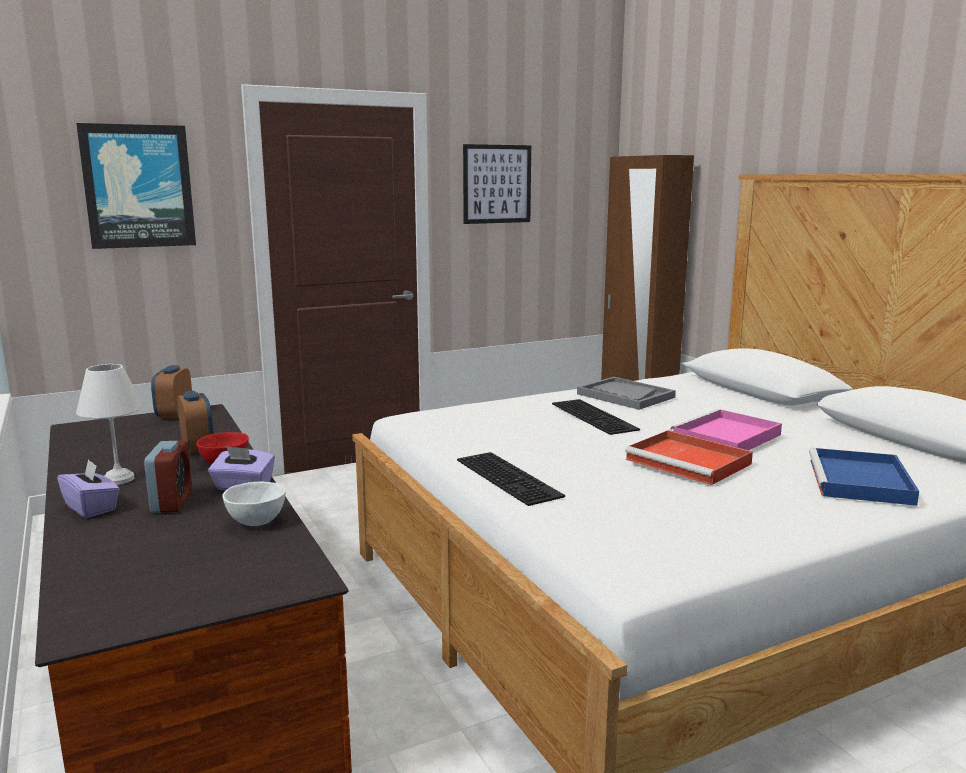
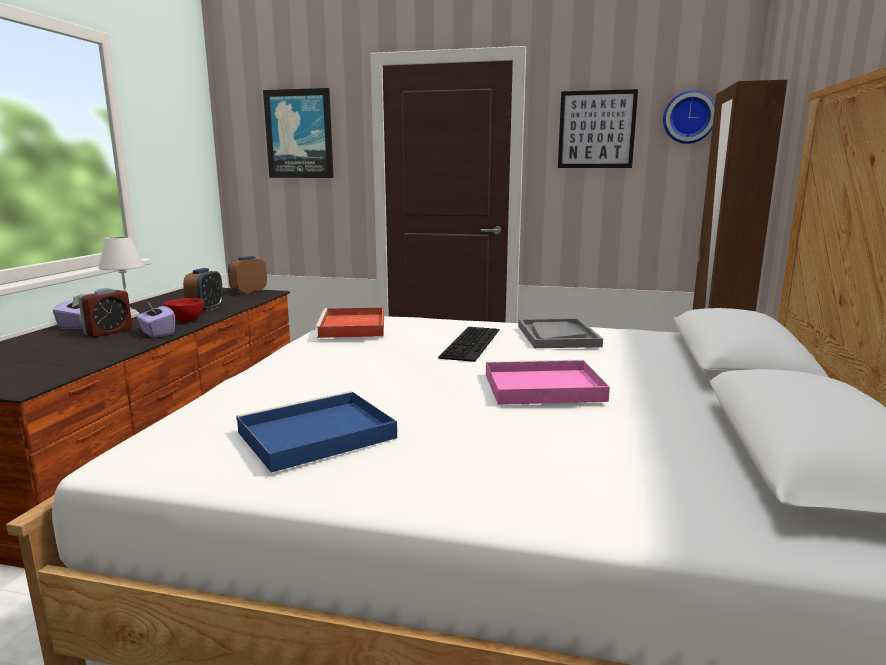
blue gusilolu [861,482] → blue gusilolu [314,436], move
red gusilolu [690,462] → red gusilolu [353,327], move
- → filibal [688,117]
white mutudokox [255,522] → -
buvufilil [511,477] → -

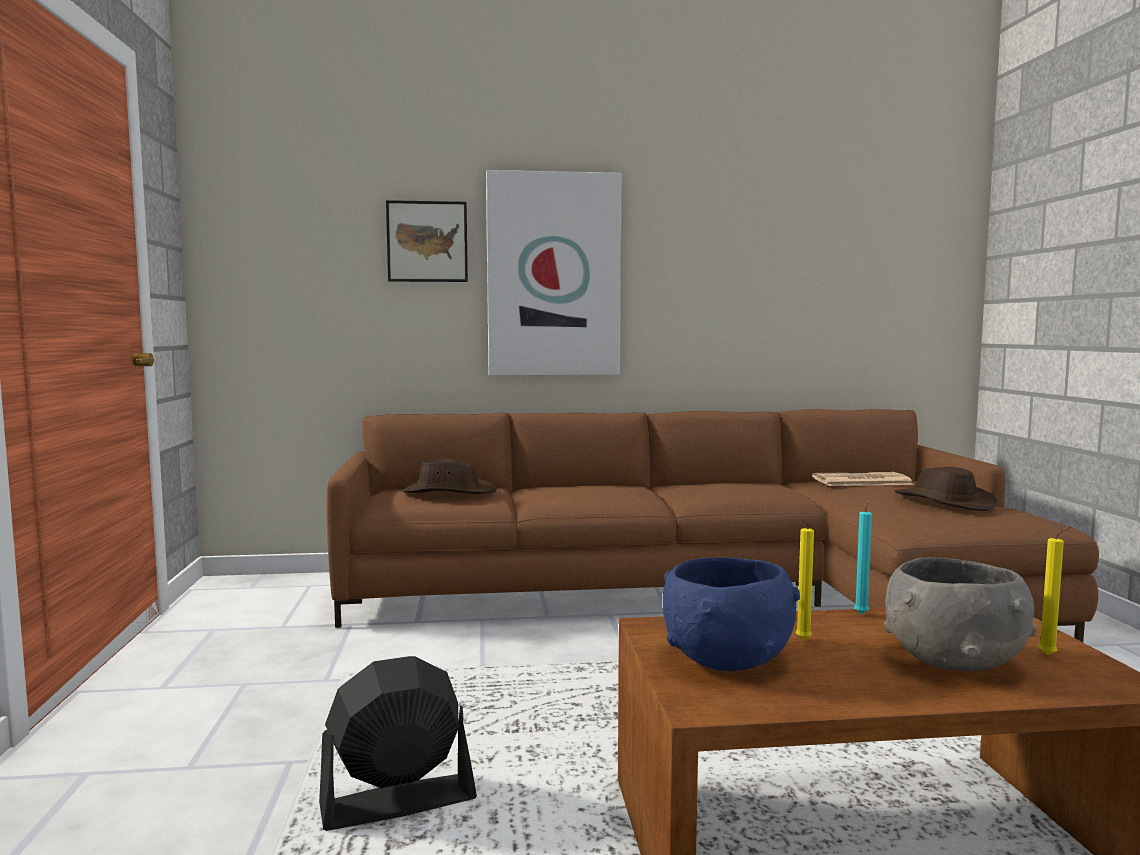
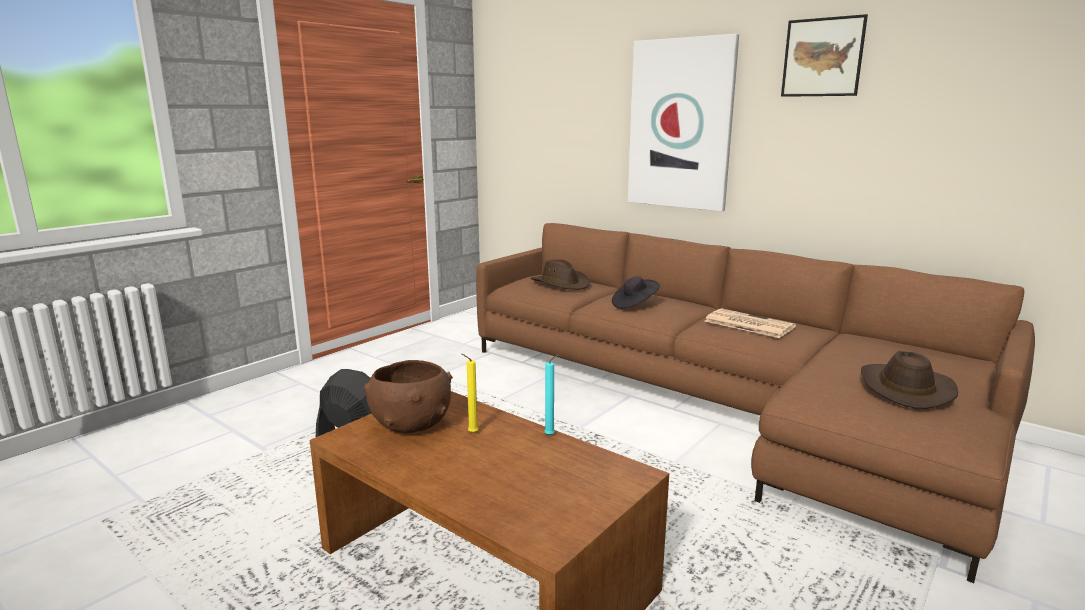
blue mutudokox [726,660] → brown mutudokox [411,425]
- → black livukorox [634,304]
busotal [860,481] → busotal [747,324], move
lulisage [427,241] → lulisage [822,57], move
grey mutudokox [952,661] → -
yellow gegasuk [1050,655] → -

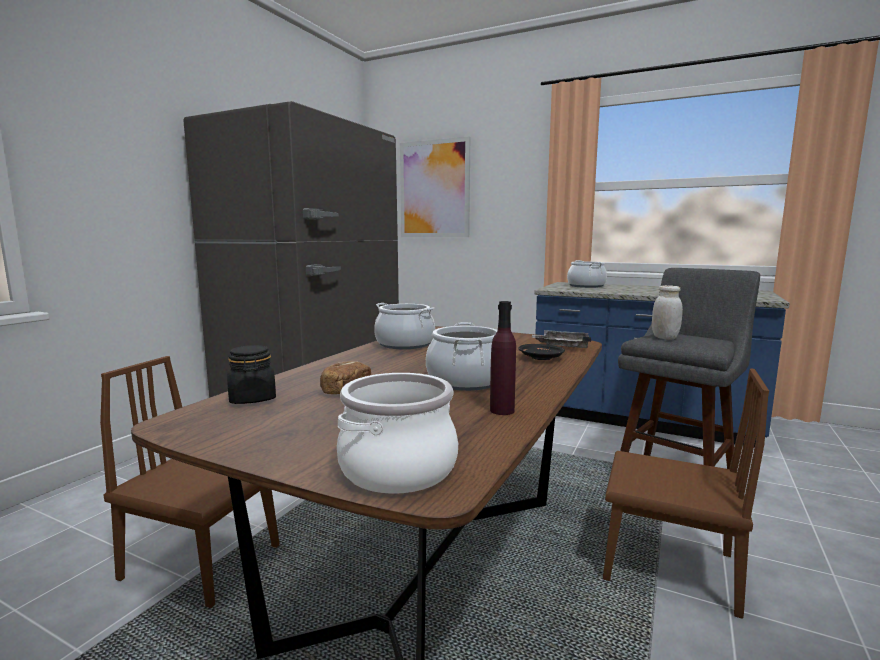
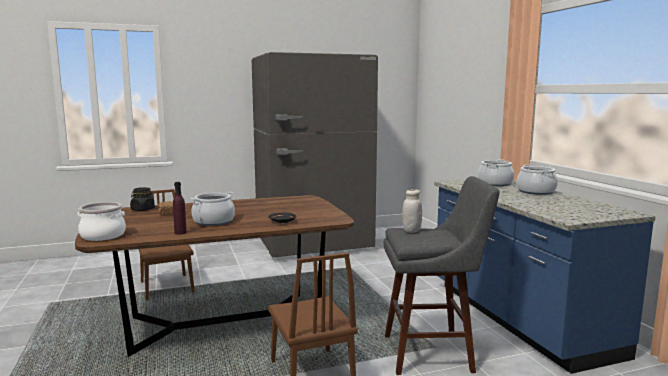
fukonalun [405,344] → fukonalun [536,192], move
lulisage [434,189] → -
grey gusilolu [563,346] → -

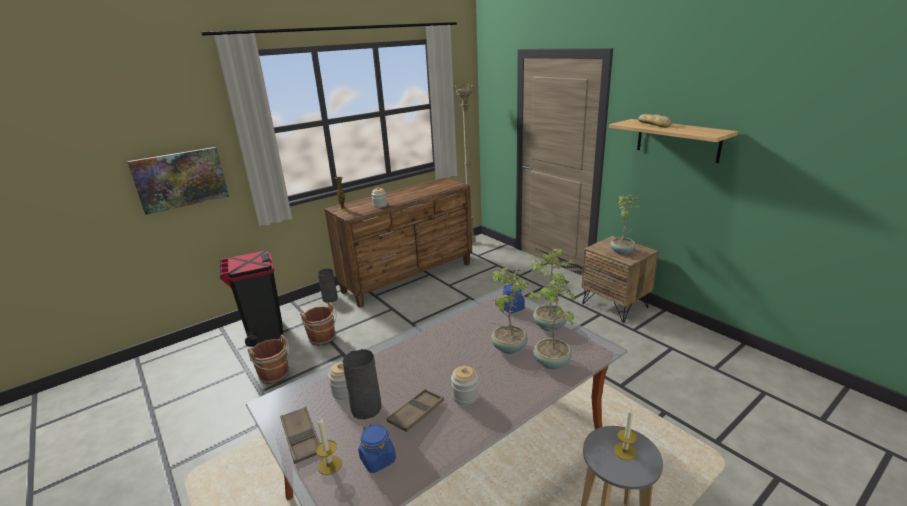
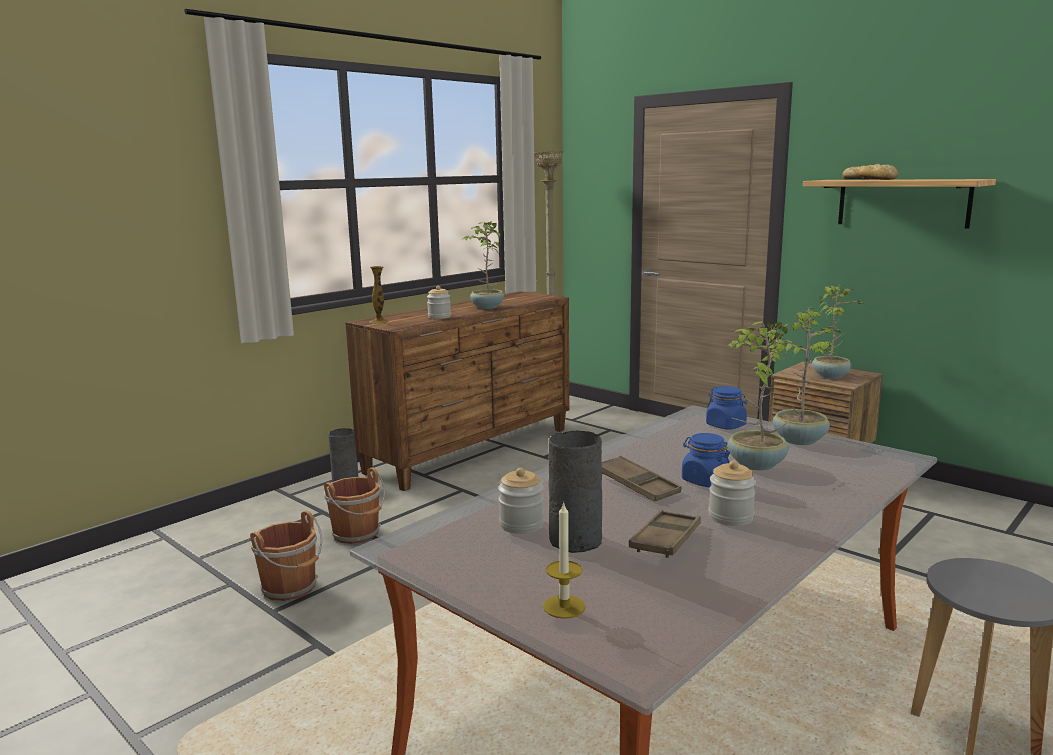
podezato [551,363] → podezato [486,307], move
brown gusilolu [301,437] → brown gusilolu [636,485], move
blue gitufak [377,459] → blue gitufak [705,481], move
lulisage [180,179] → -
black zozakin [264,332] → -
gegasuk [624,451] → -

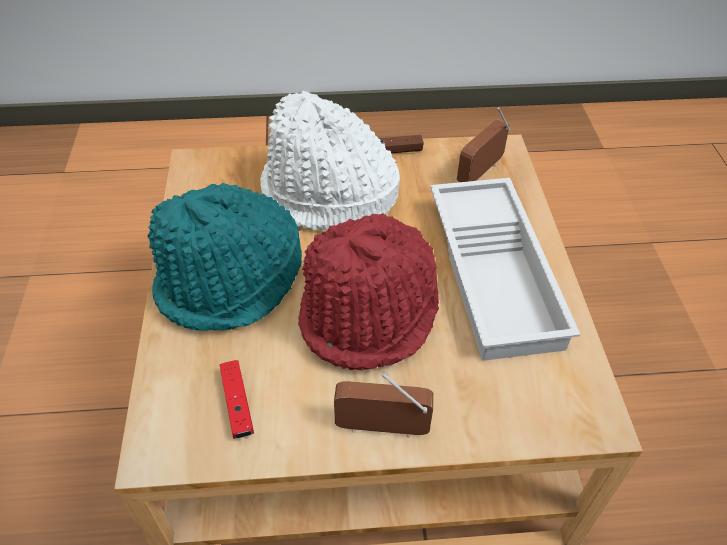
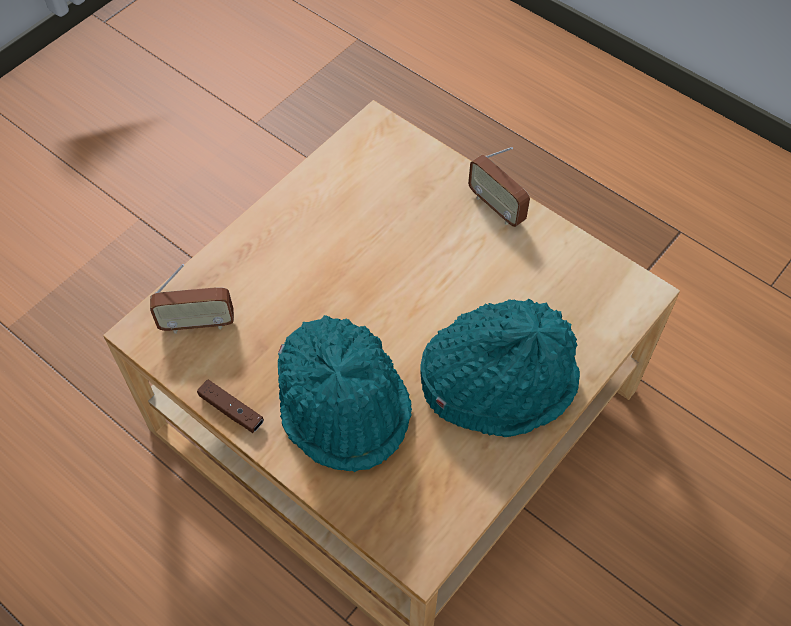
white livukorox [328,196] → turquoise livukorox [344,405]
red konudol [237,404] → -
red livukorox [371,312] → -
white gusilolu [497,274] → -

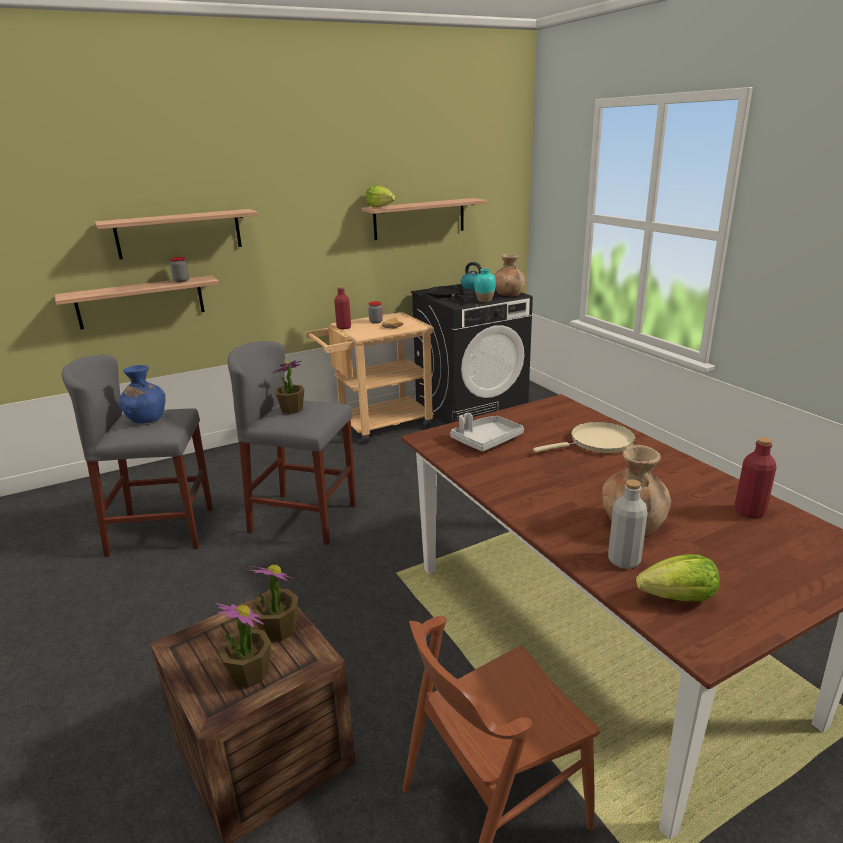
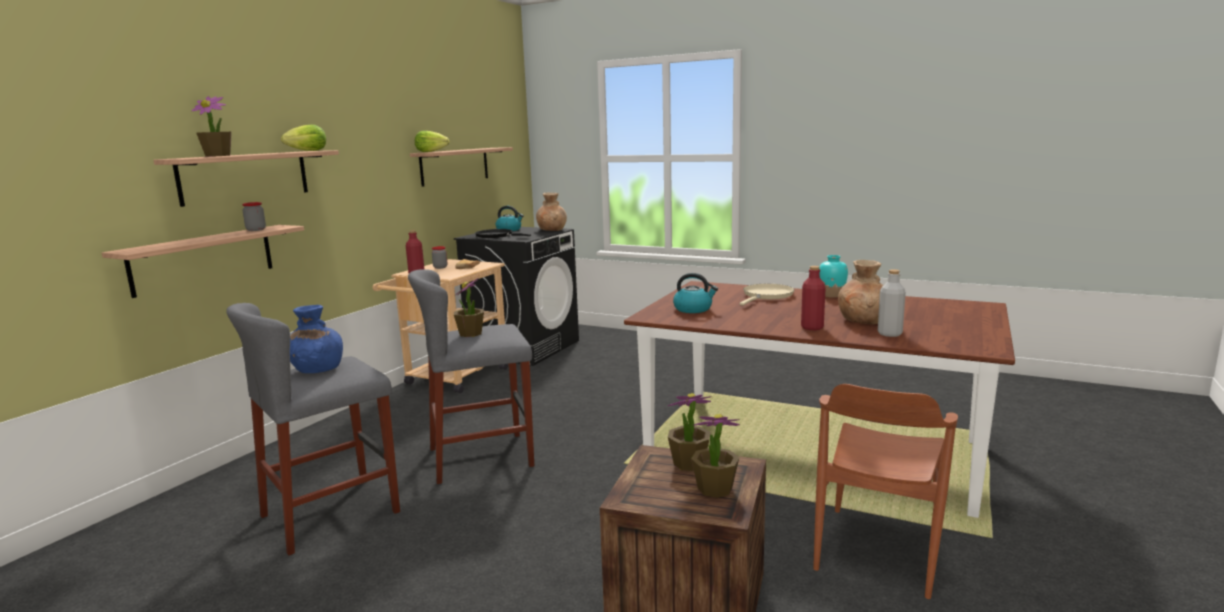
- → podezato [218,156]
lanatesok [678,598] → lanatesok [308,151], move
grey gusilolu [486,440] → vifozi [693,309]
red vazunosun [749,511] → red vazunosun [812,327], move
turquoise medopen [485,300] → turquoise medopen [832,295], move

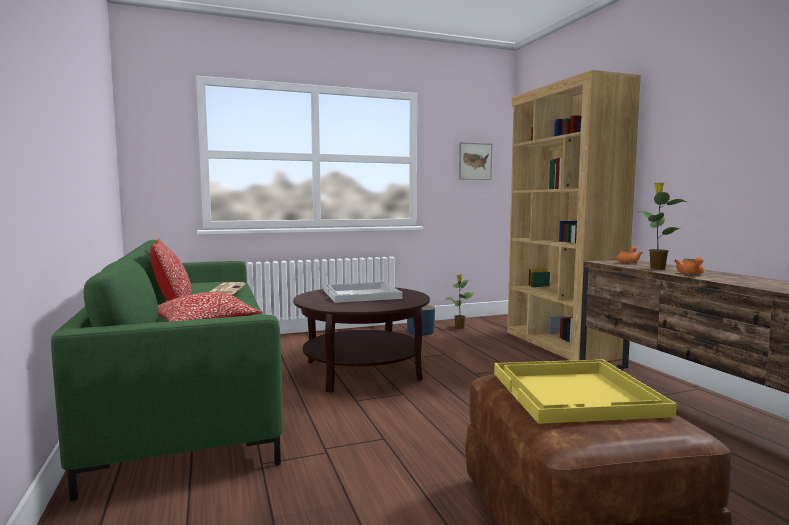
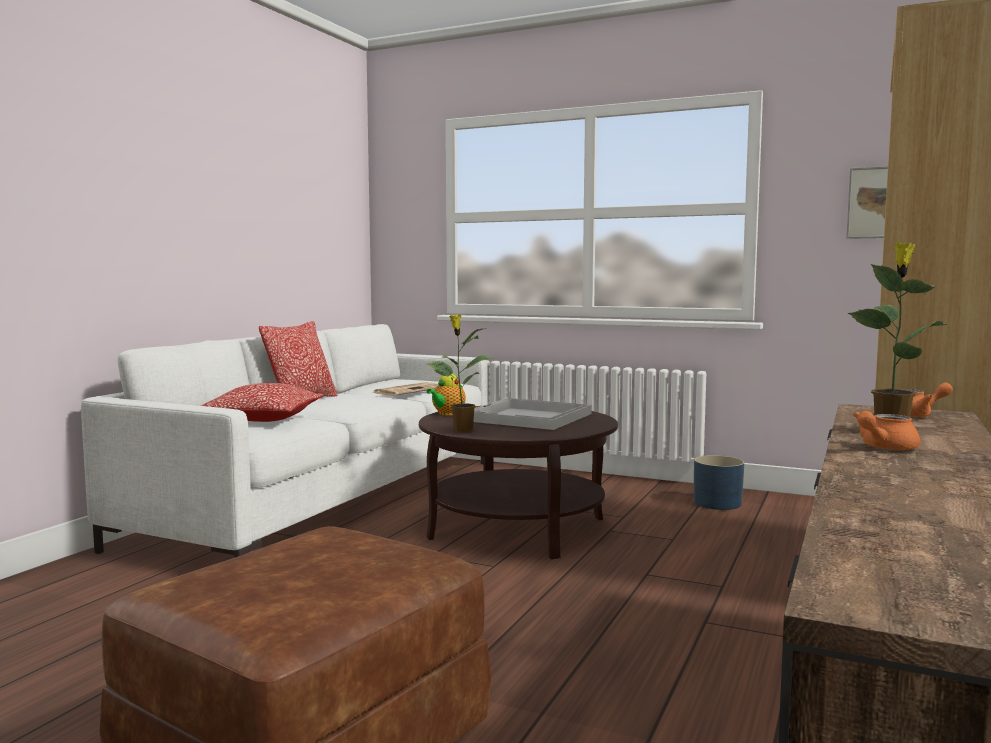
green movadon [191,390] → white movadon [328,500]
podezato [459,328] → podezato [461,430], move
- → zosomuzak [447,414]
yellow gusilolu [576,393] → -

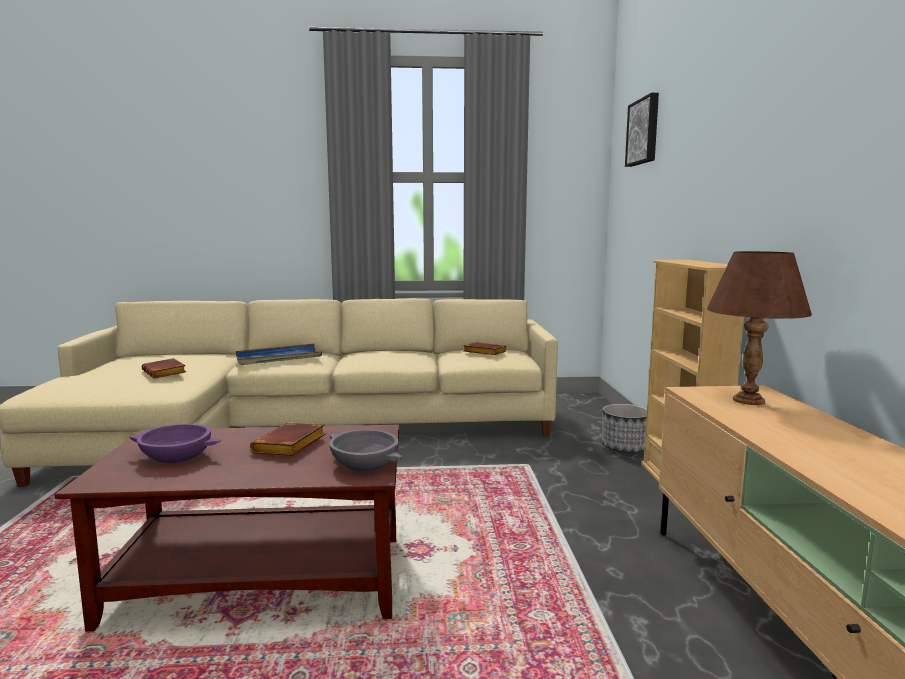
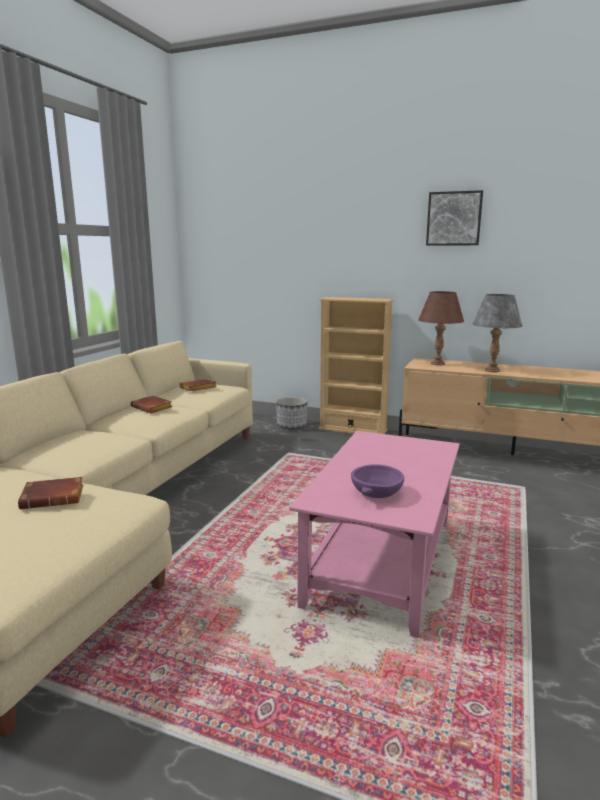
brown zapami [290,446] → brown zapami [153,408], move
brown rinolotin [263,579] → pink rinolotin [381,561]
lulisage [644,131] → lulisage [454,218], move
- → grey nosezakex [492,370]
blue gusilolu [278,358] → -
grey mutudokox [366,463] → -

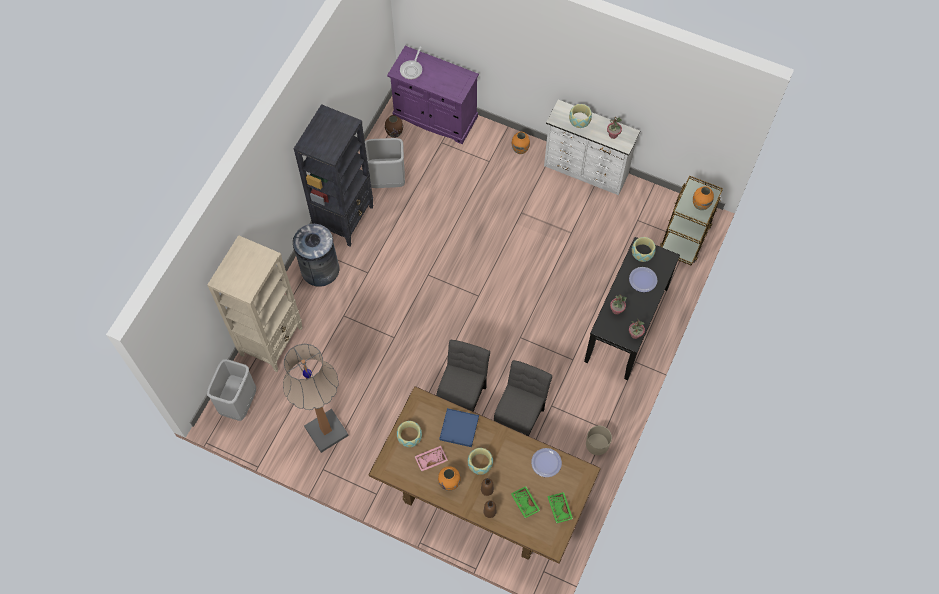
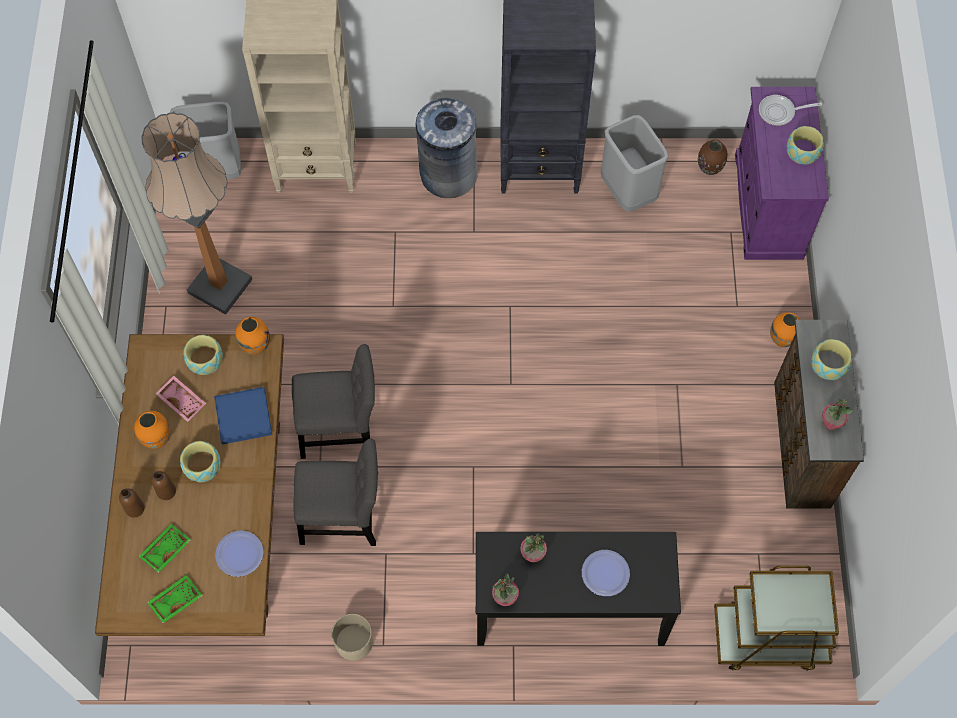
orange medopen [700,205] → orange medopen [255,345], move
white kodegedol [586,171] → brown kodegedol [799,445]
mutudokox [642,252] → mutudokox [802,151], move

